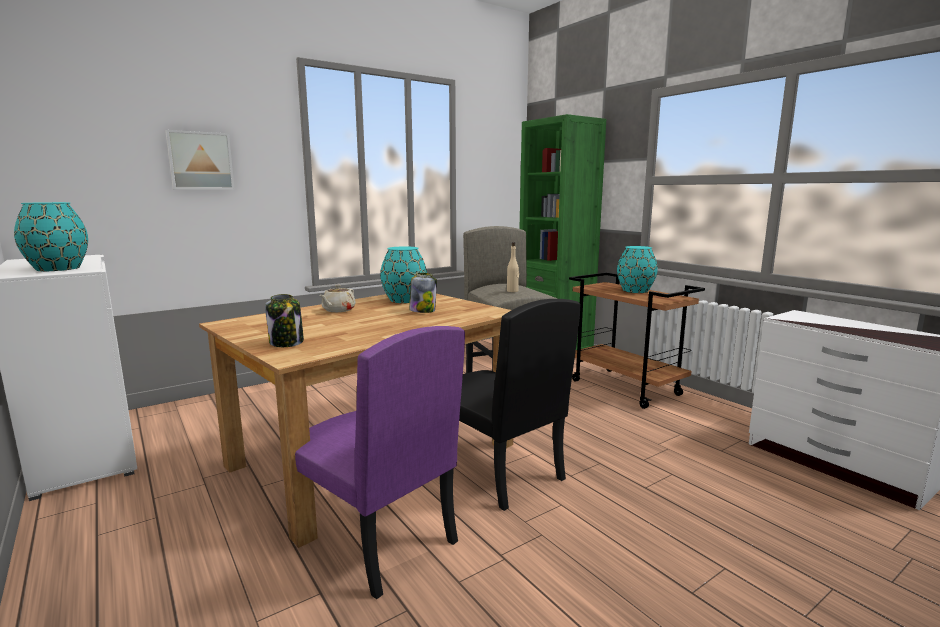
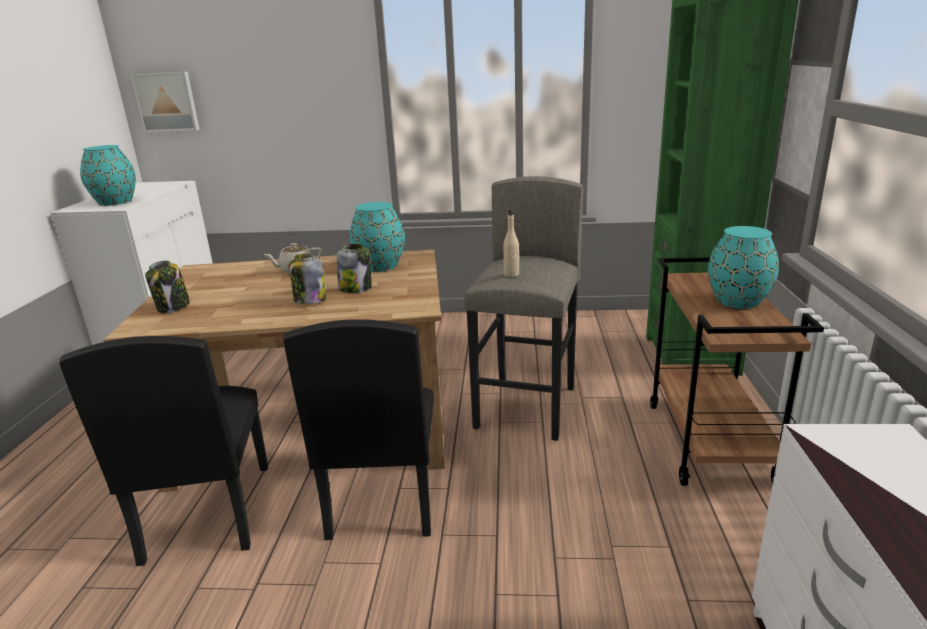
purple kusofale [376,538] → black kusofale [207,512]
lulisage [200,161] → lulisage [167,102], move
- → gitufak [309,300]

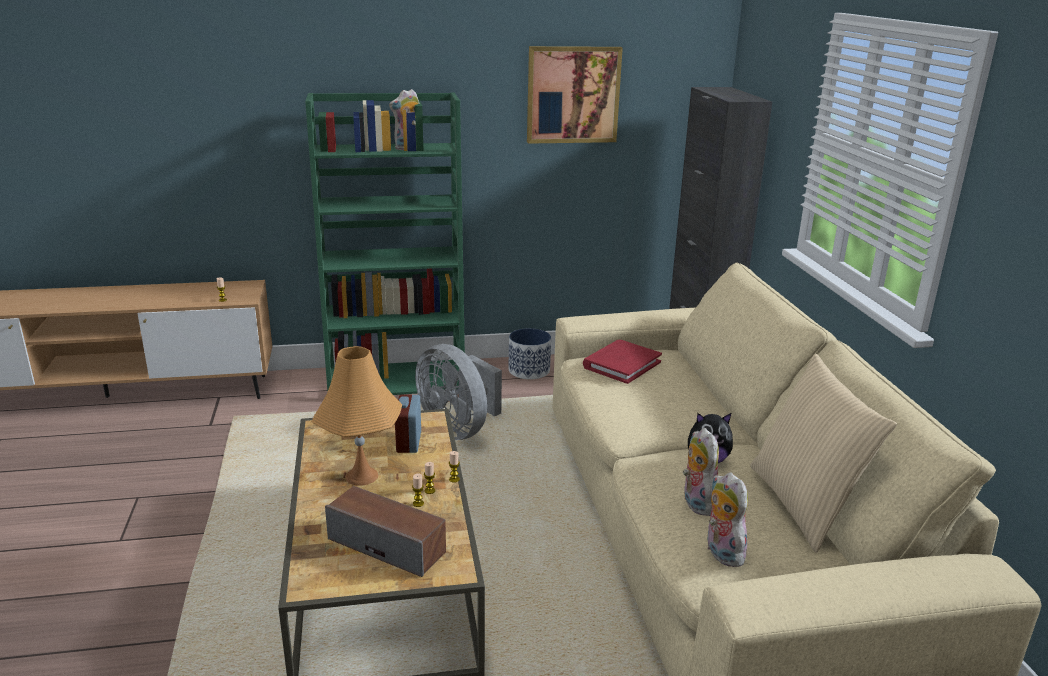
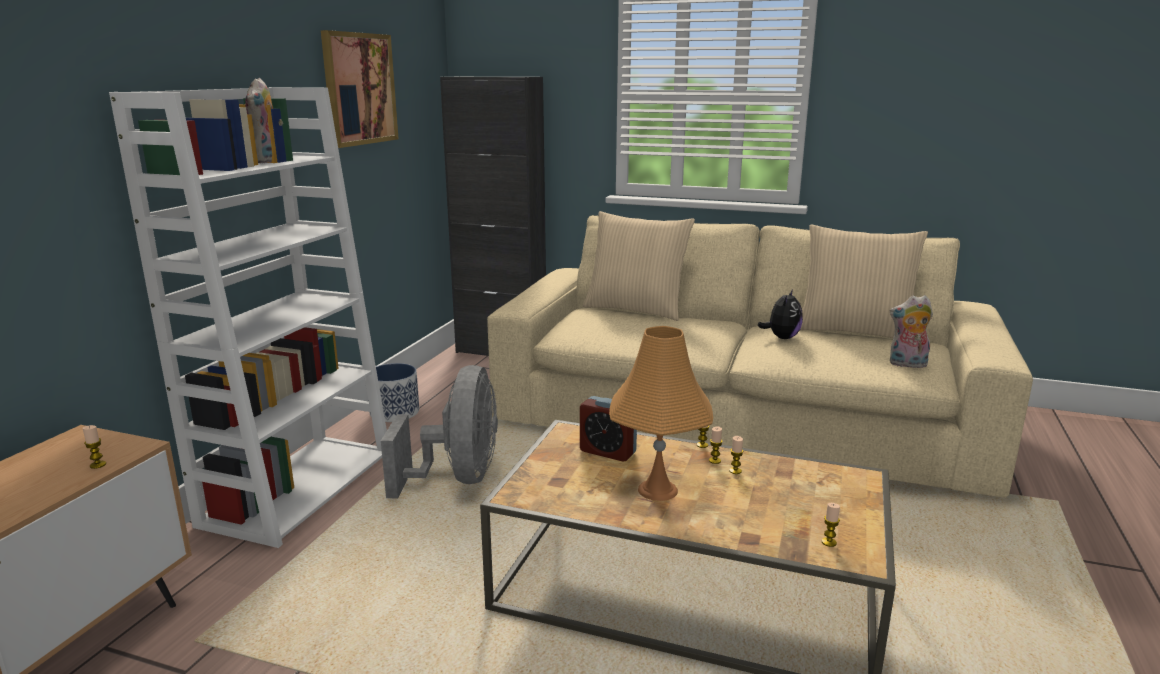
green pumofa [397,381] → white pumofa [300,487]
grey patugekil [458,429] → grey patugekil [458,478], 75 degrees counterclockwise
- → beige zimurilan [636,309]
- → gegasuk [829,542]
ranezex [387,545] → -
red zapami [621,364] → -
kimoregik [696,503] → -

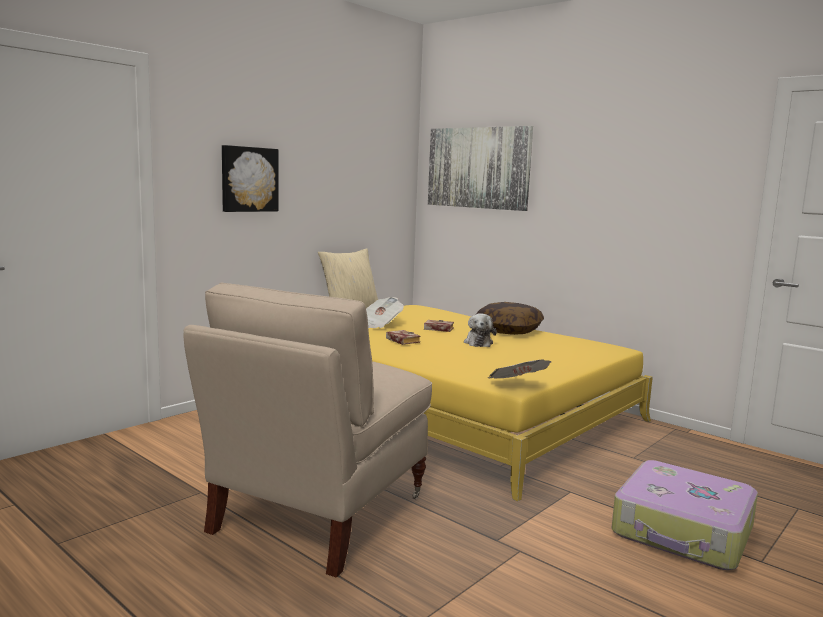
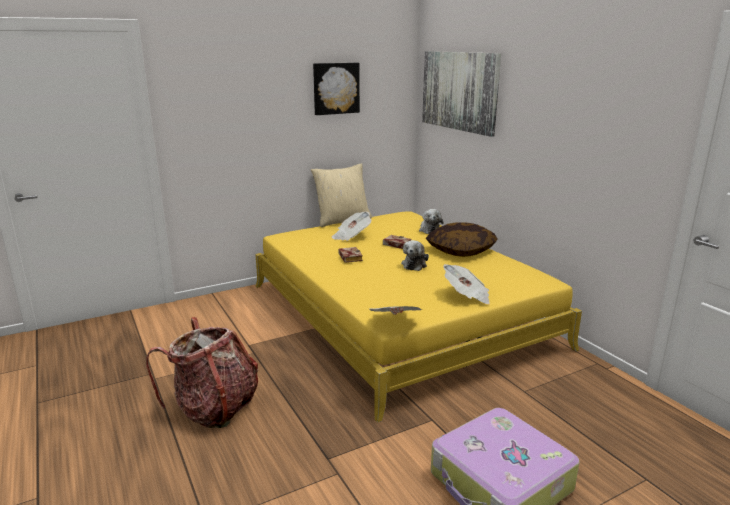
beige kusofale [318,514] → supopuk [214,408]
lulisage [249,179] → lulisage [335,88], move
- → kimoregik [429,230]
- → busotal [467,296]

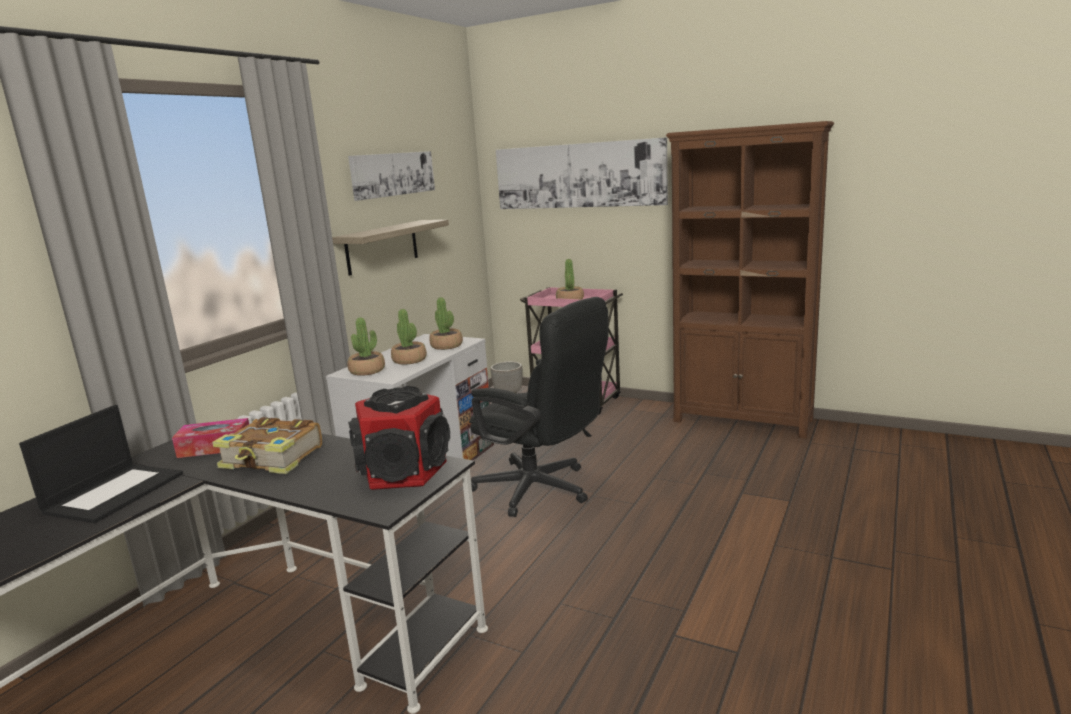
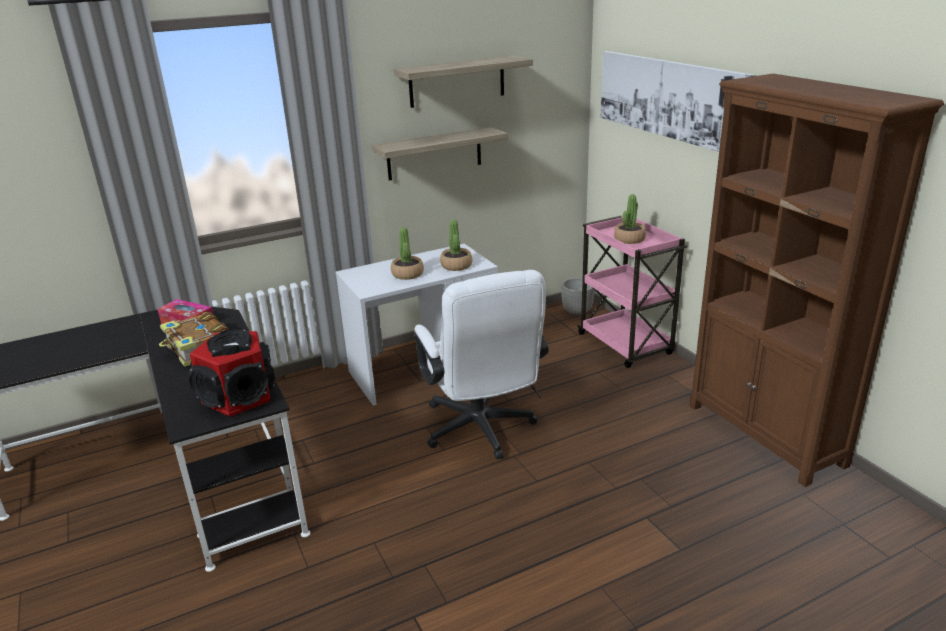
lulisage [392,174] → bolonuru [457,81]
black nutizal [542,491] → white nutizal [481,432]
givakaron [115,492] → -
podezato [367,371] → -

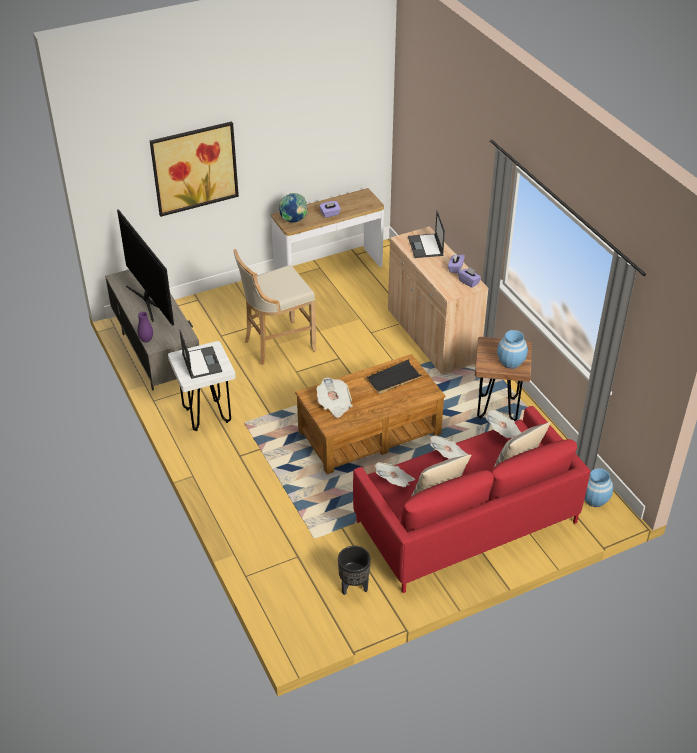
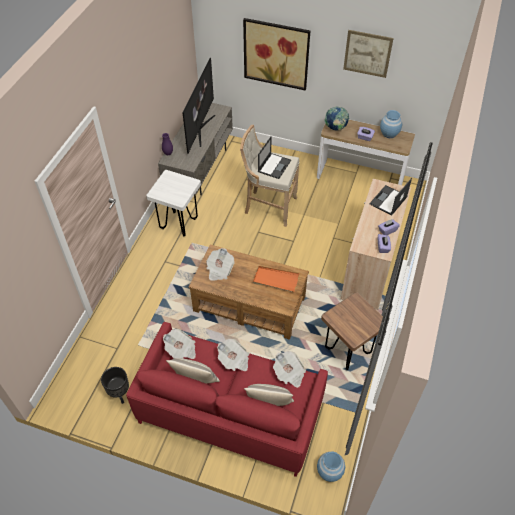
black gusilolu [394,378] → orange gusilolu [275,280]
givakaron [201,362] → givakaron [274,166], move
- → lulisage [367,53]
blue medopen [510,362] → blue medopen [389,133], move

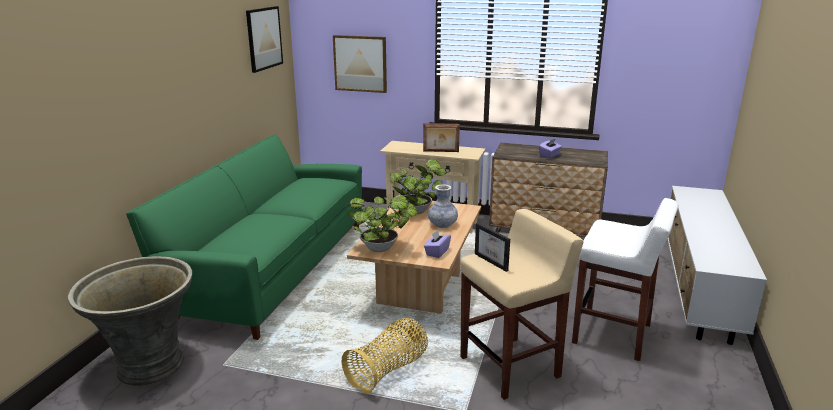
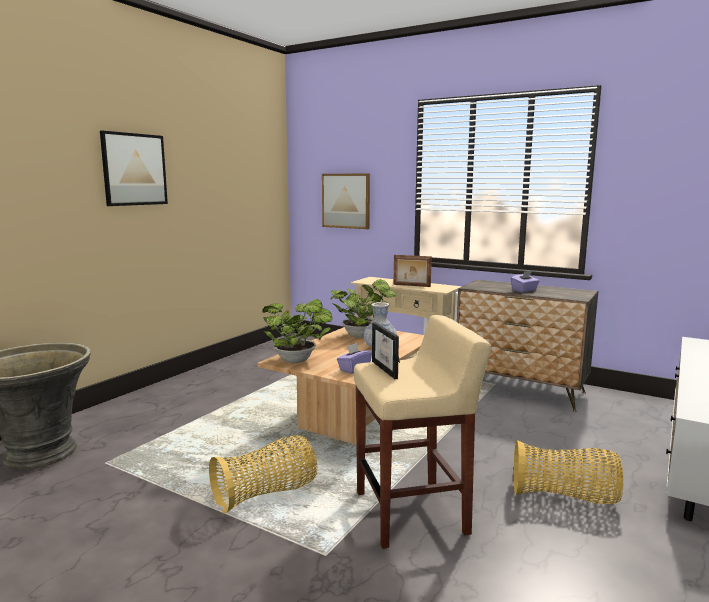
lulisage [264,38] → lulisage [134,169], move
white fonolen [613,334] → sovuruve [565,496]
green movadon [271,269] → -

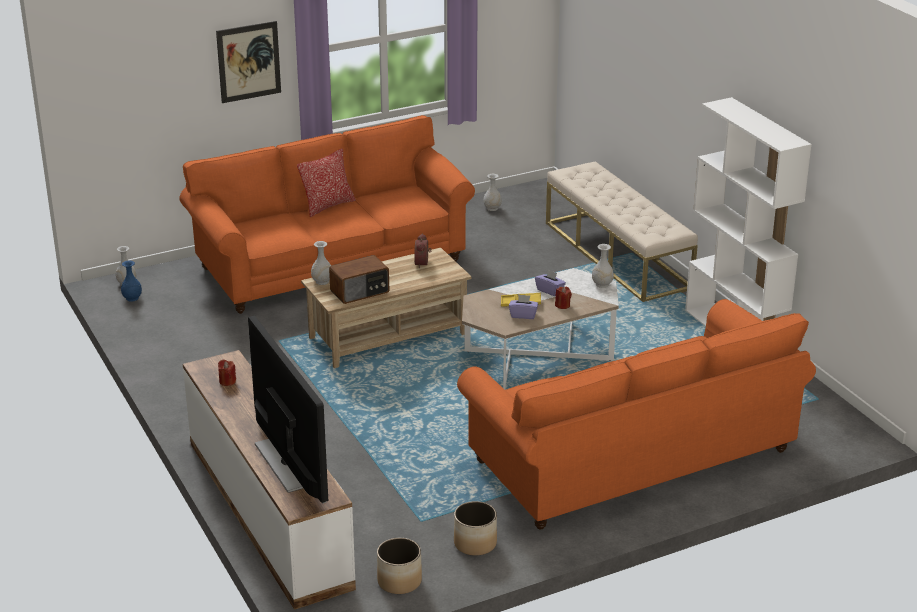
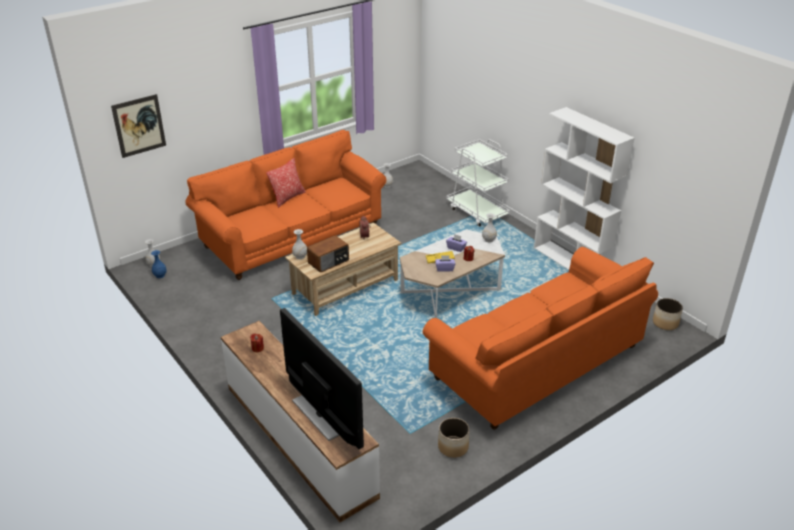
lulisage [249,62] → lulisage [139,126], move
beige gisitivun [617,255] → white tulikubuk [477,212]
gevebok [399,582] → gevebok [665,323], move

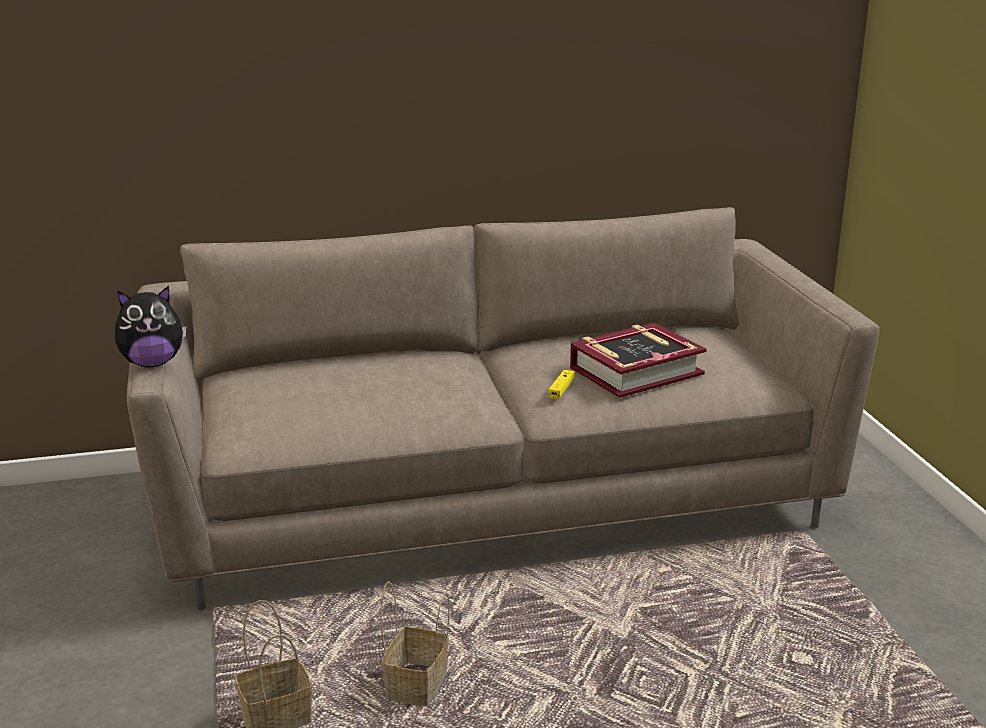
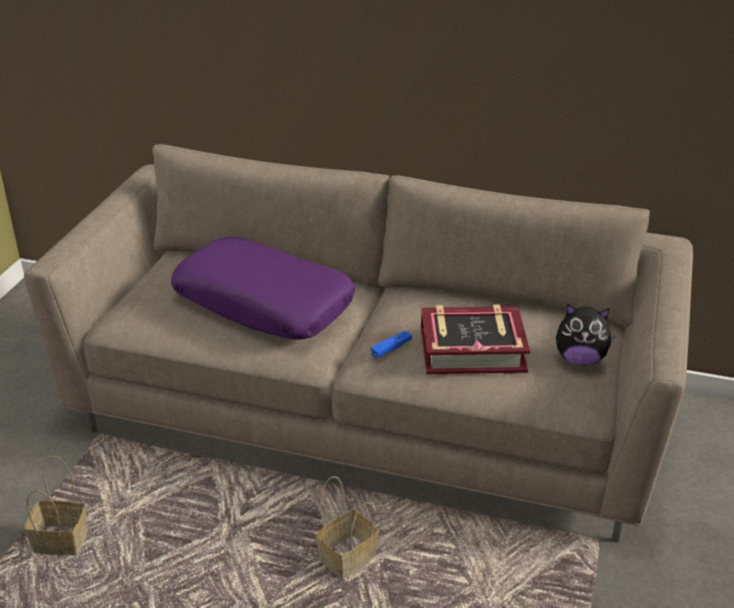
- → purple zimurilan [264,303]
sovuruve [417,688] → sovuruve [347,560], move
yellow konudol [561,389] → blue konudol [391,349]
kimoregik [152,363] → kimoregik [580,359], move

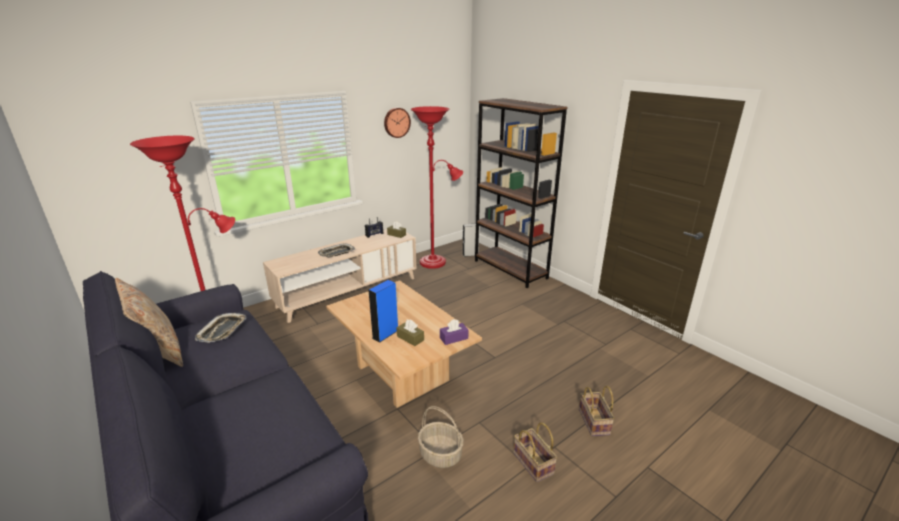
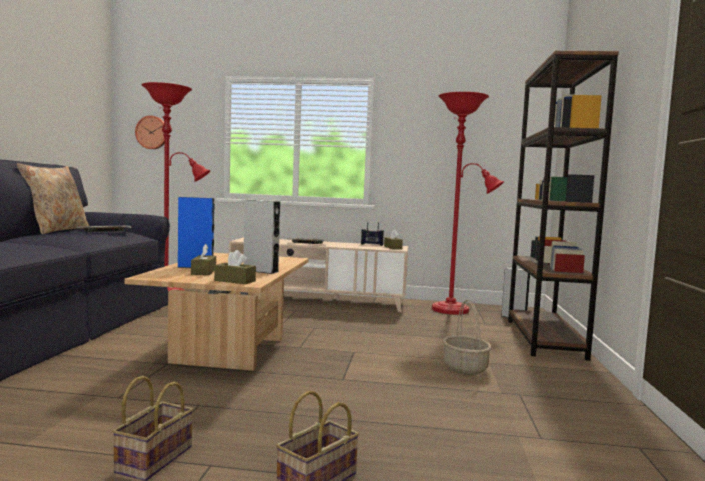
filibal [396,122] → filibal [152,132], move
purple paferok [454,338] → brown paferok [235,281]
- → grey ranezex [260,271]
sovuruve [441,454] → sovuruve [465,368], move

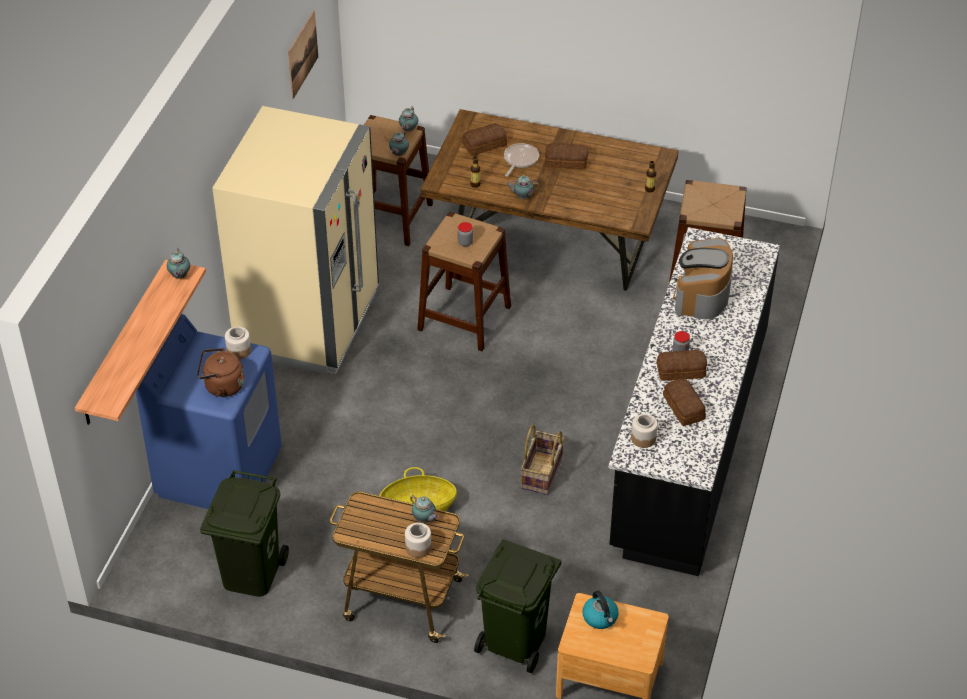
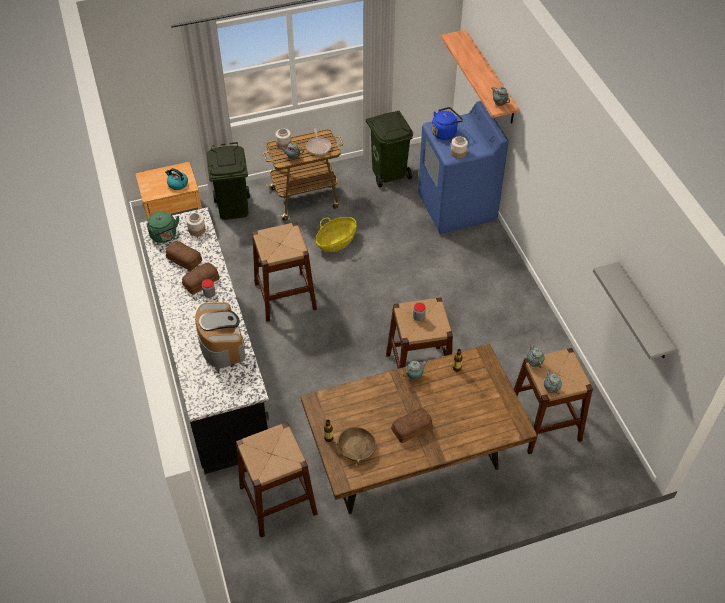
- → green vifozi [164,236]
sovuruve [542,473] → brown fonolen [285,296]
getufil [520,160] → getufil [318,147], move
- → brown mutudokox [356,448]
brown vifozi [221,386] → blue vifozi [445,132]
lulisage [302,54] → grey bolonuru [644,313]
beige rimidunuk [308,322] → -
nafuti [483,144] → -

